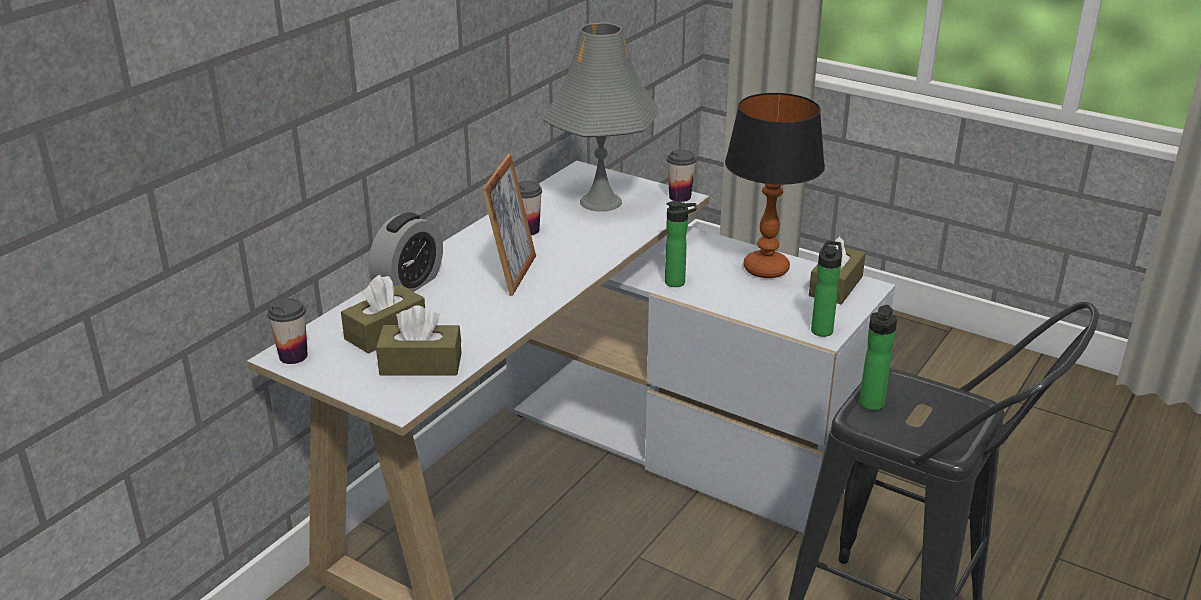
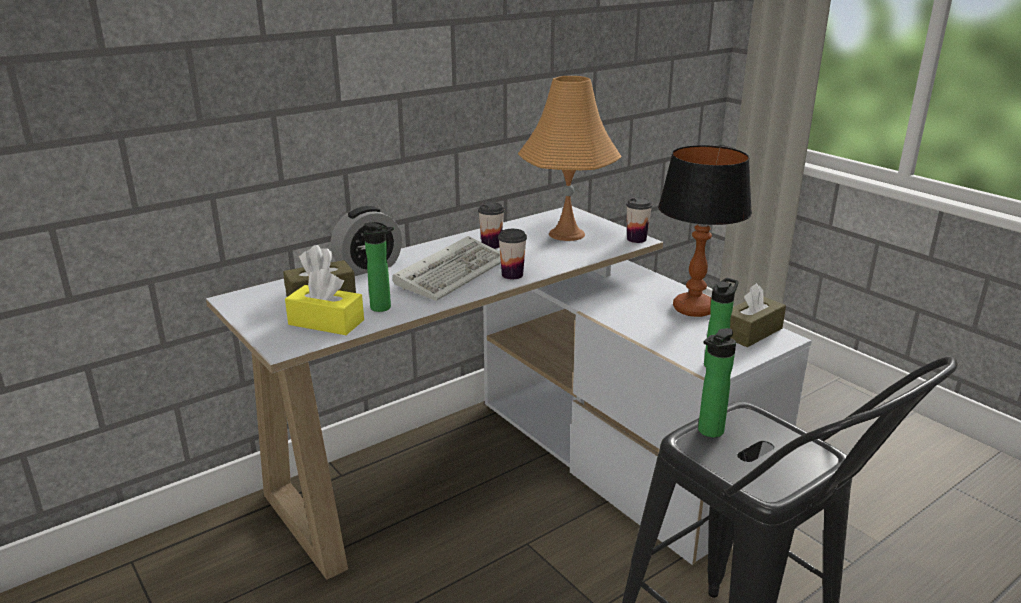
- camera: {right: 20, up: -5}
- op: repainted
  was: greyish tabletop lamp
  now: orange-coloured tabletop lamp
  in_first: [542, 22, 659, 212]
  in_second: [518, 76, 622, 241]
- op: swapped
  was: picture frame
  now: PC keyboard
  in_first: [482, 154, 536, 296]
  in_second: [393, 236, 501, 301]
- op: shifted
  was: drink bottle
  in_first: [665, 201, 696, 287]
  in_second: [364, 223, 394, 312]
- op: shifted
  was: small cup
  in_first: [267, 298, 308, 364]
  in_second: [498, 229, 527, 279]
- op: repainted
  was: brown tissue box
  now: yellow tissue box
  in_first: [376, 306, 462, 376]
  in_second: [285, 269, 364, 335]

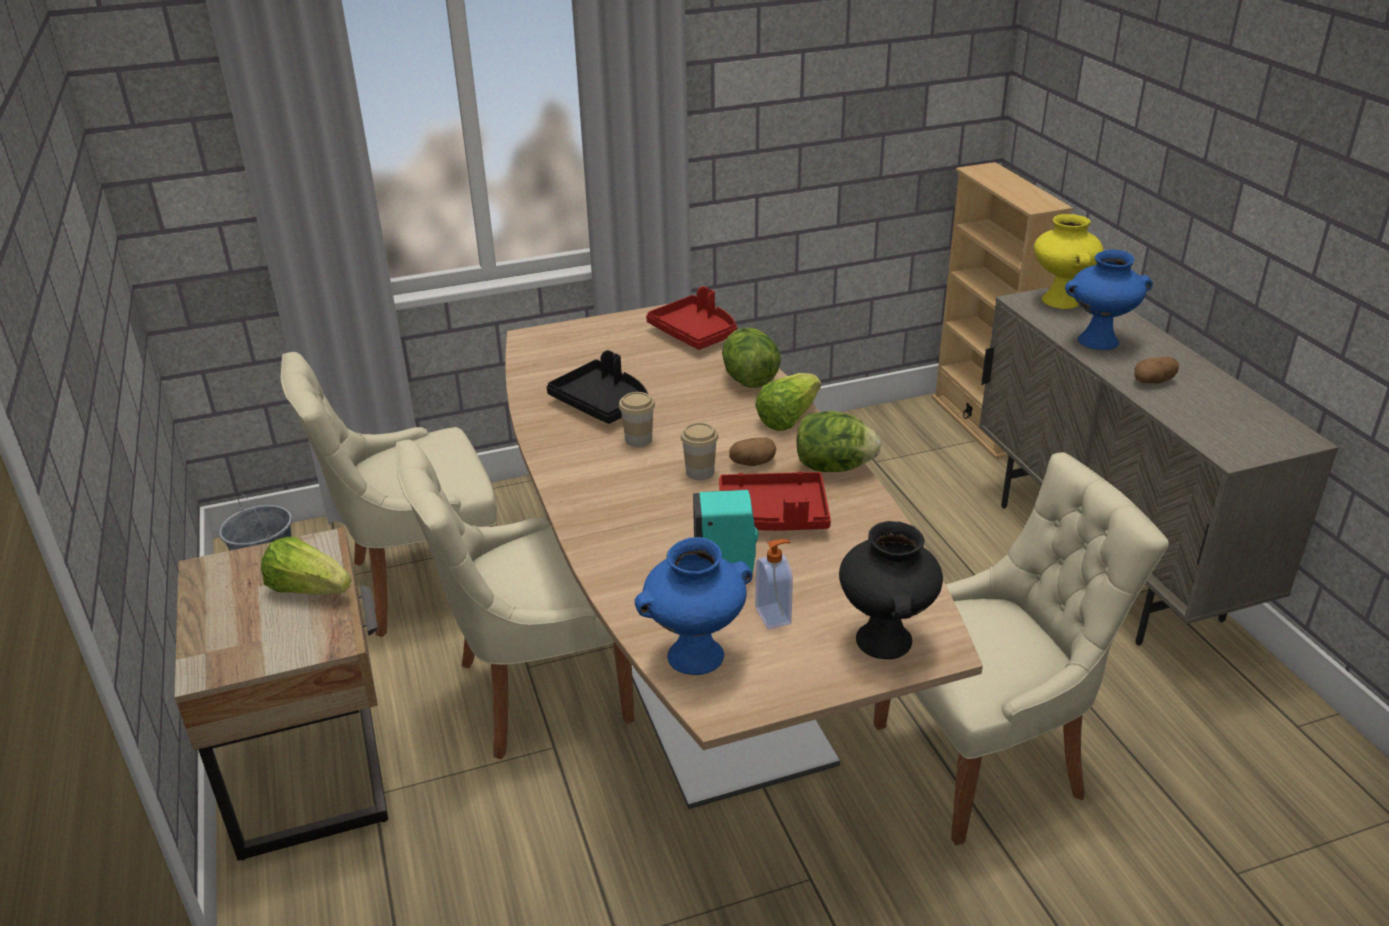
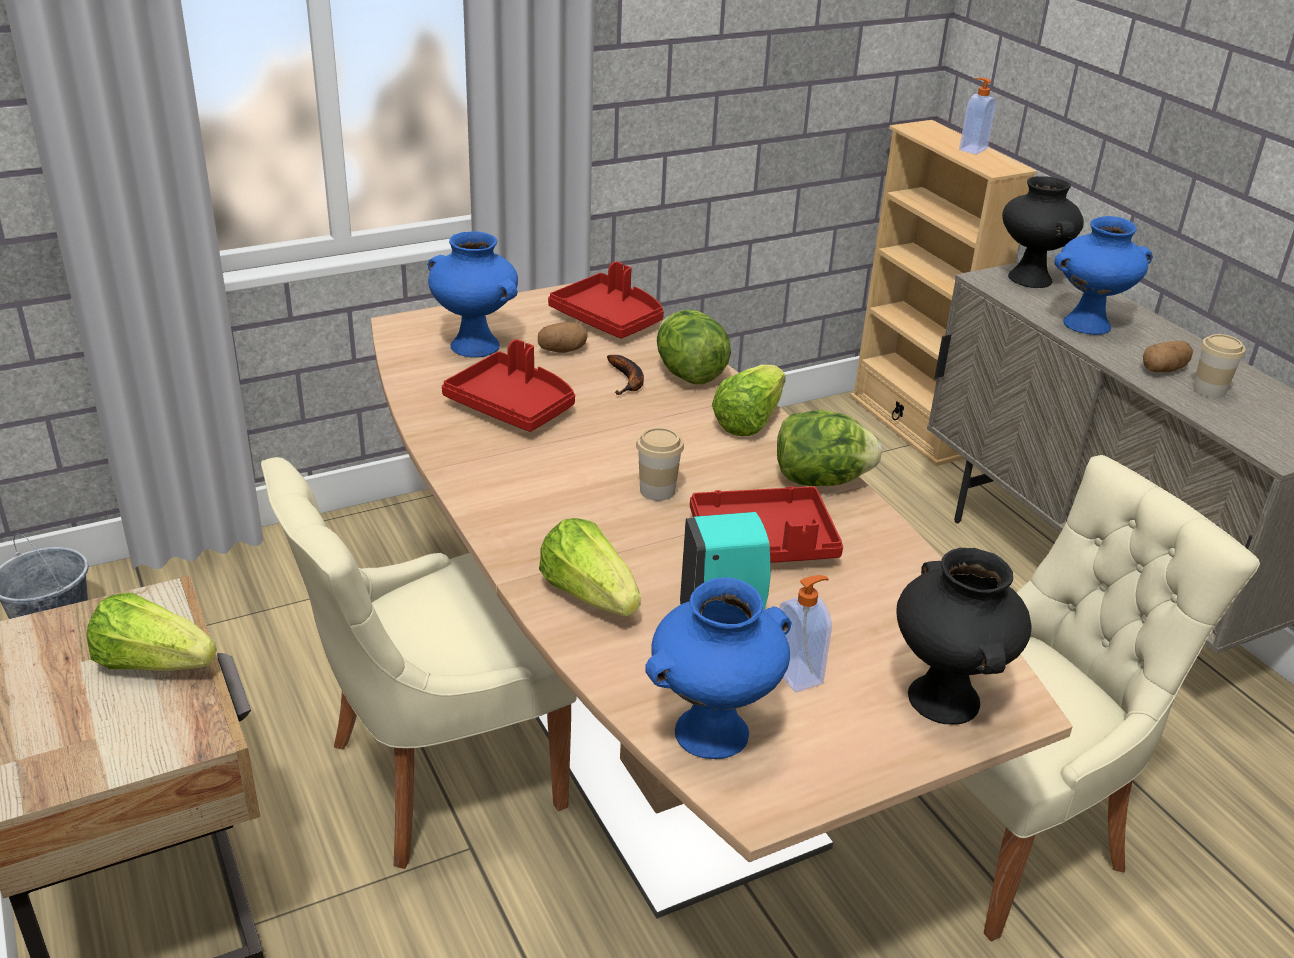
- camera: {right: -10, up: 0}
- op: repainted
  was: yellow vase
  now: black vase
  in_first: [1034, 214, 1103, 309]
  in_second: [1002, 176, 1084, 288]
- op: repainted
  was: black tray
  now: red-coloured tray
  in_first: [546, 350, 649, 424]
  in_second: [442, 339, 575, 432]
- op: gone
  was: sand-coloured plain chair
  in_first: [280, 352, 497, 637]
- op: shifted
  was: small cup
  in_first: [619, 392, 655, 447]
  in_second: [1193, 334, 1246, 398]
- op: shifted
  was: potato
  in_first: [729, 437, 776, 466]
  in_second: [538, 322, 588, 353]
- op: new
  now: liquid soap bottle
  in_second: [959, 77, 996, 155]
- op: new
  now: blue vase
  in_second: [428, 231, 518, 357]
- op: new
  now: banana
  in_second: [607, 355, 644, 395]
- op: new
  now: lettuce head
  in_second: [539, 518, 641, 616]

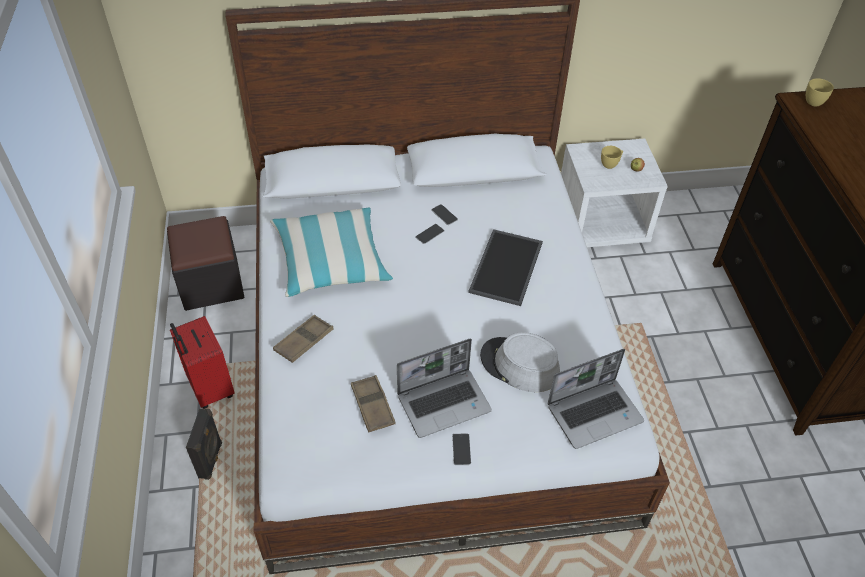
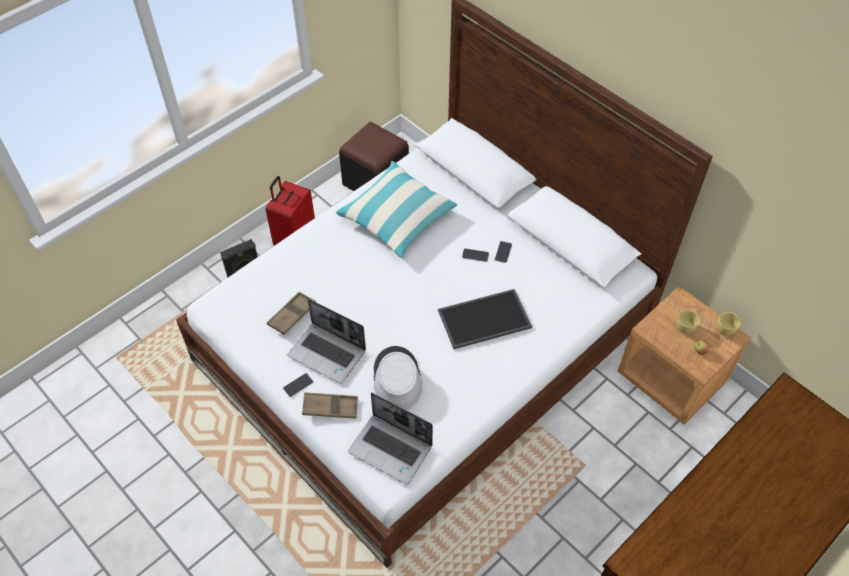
- camera: {right: 55, up: 5}
- op: shifted
  was: yellow small cup
  in_first: [806, 78, 834, 106]
  in_second: [717, 312, 743, 336]
- op: repainted
  was: white-coloured night table
  now: brown night table
  in_first: [561, 139, 668, 247]
  in_second: [618, 286, 751, 425]
- op: shifted
  was: brown tray
  in_first: [273, 315, 333, 363]
  in_second: [302, 392, 358, 419]

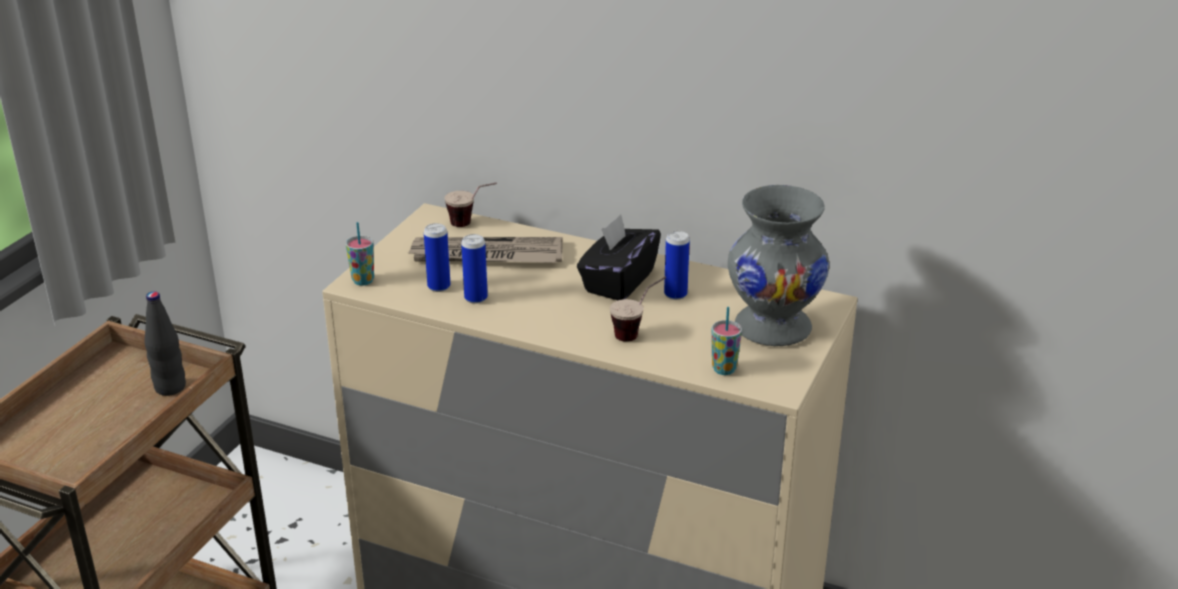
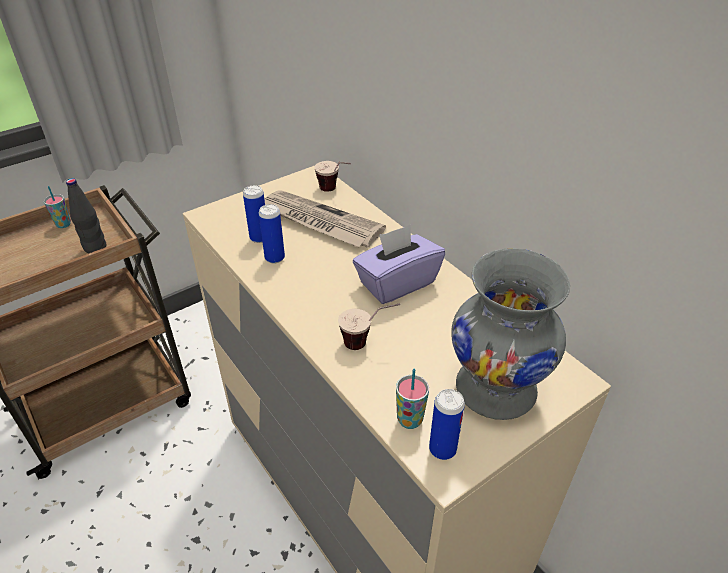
- camera: {right: 30, up: 10}
- op: repainted
  was: black tissue box
  now: purple tissue box
  in_first: [577, 214, 661, 300]
  in_second: [353, 225, 445, 304]
- op: shifted
  was: small cup
  in_first: [346, 222, 374, 286]
  in_second: [44, 186, 71, 228]
- op: shifted
  was: sealed can
  in_first: [664, 231, 690, 300]
  in_second: [429, 389, 465, 460]

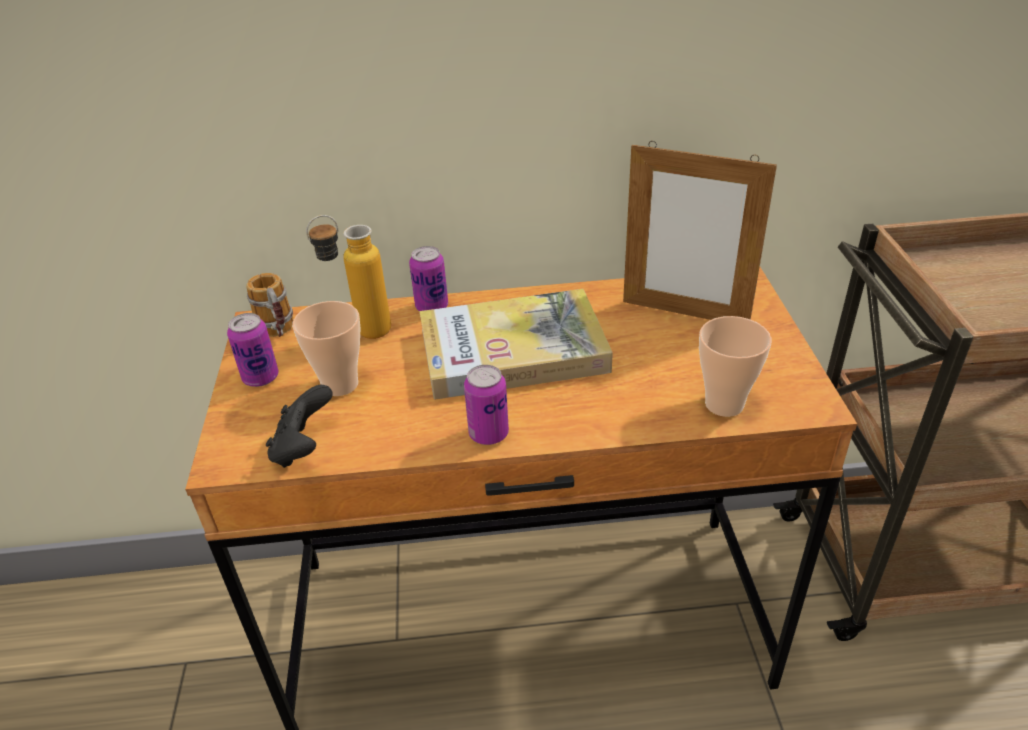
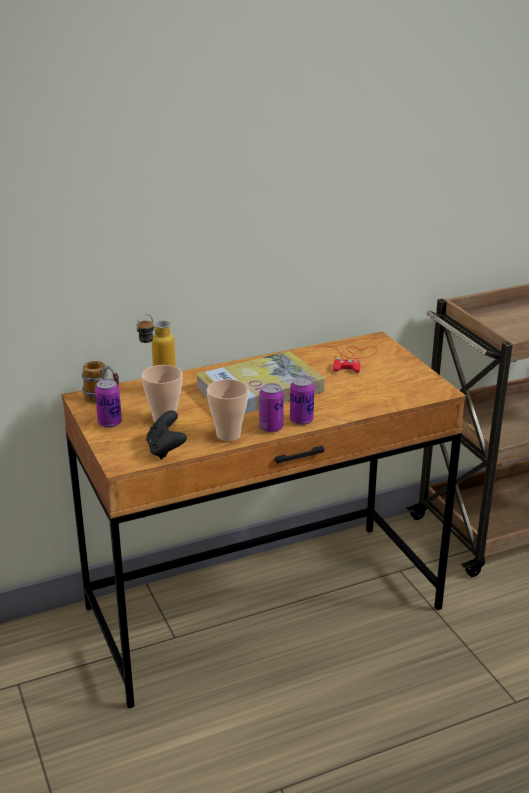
- camera: {right: -20, up: -10}
- op: swapped
  was: picture frame
  now: red-coloured game controller
  in_first: [623, 141, 777, 320]
  in_second: [316, 346, 377, 373]
- op: shifted
  was: sealed can
  in_first: [409, 246, 448, 312]
  in_second: [290, 376, 314, 425]
- op: shifted
  was: small cup
  in_first: [699, 316, 772, 417]
  in_second: [207, 379, 249, 441]

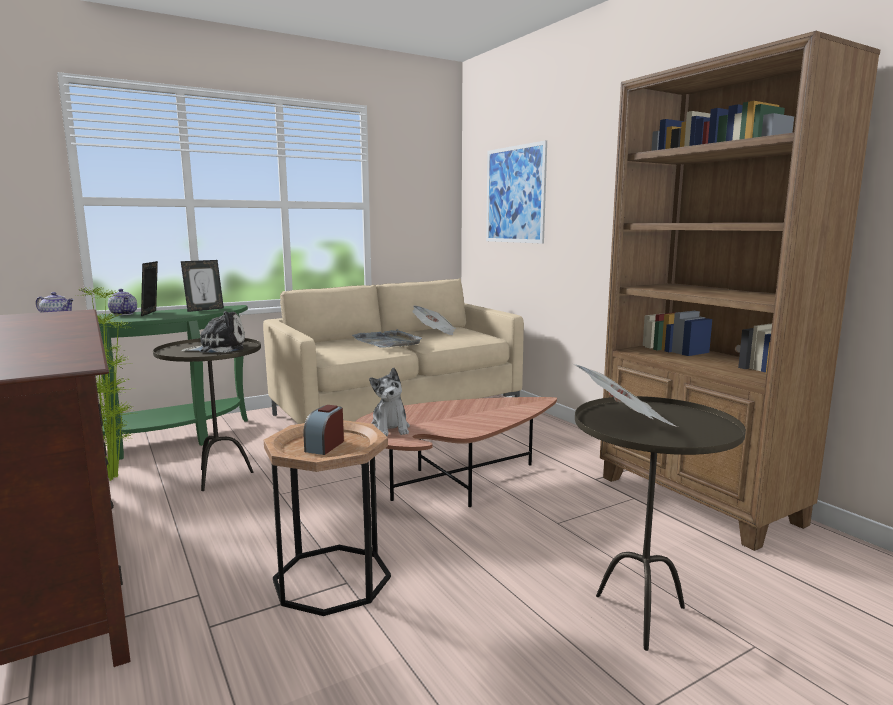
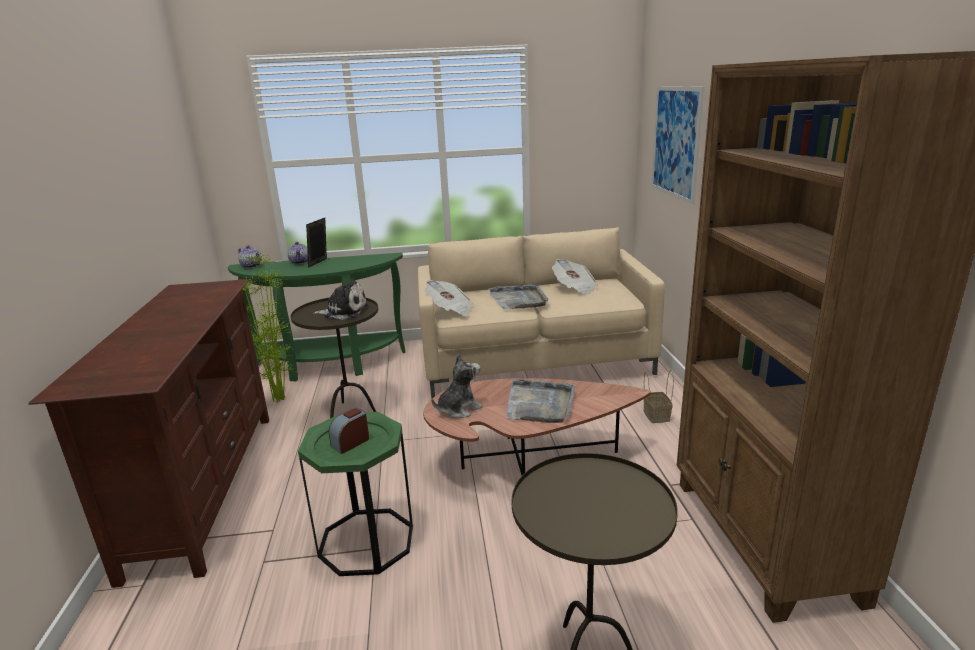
- camera: {right: 25, up: 10}
- op: gone
  was: picture frame
  in_first: [181, 260, 224, 312]
- op: shifted
  was: printed paper
  in_first: [574, 364, 678, 427]
  in_second: [425, 280, 474, 316]
- op: rotated
  was: cuddly toy
  in_first: [369, 368, 410, 436]
  in_second: [431, 354, 483, 419]
  clockwise: -135
- op: repainted
  was: brown side table
  now: greenish side table
  in_first: [264, 420, 391, 616]
  in_second: [298, 412, 413, 576]
- op: new
  now: storage basket
  in_second: [644, 370, 674, 423]
- op: new
  now: greyish tray
  in_second: [507, 379, 575, 423]

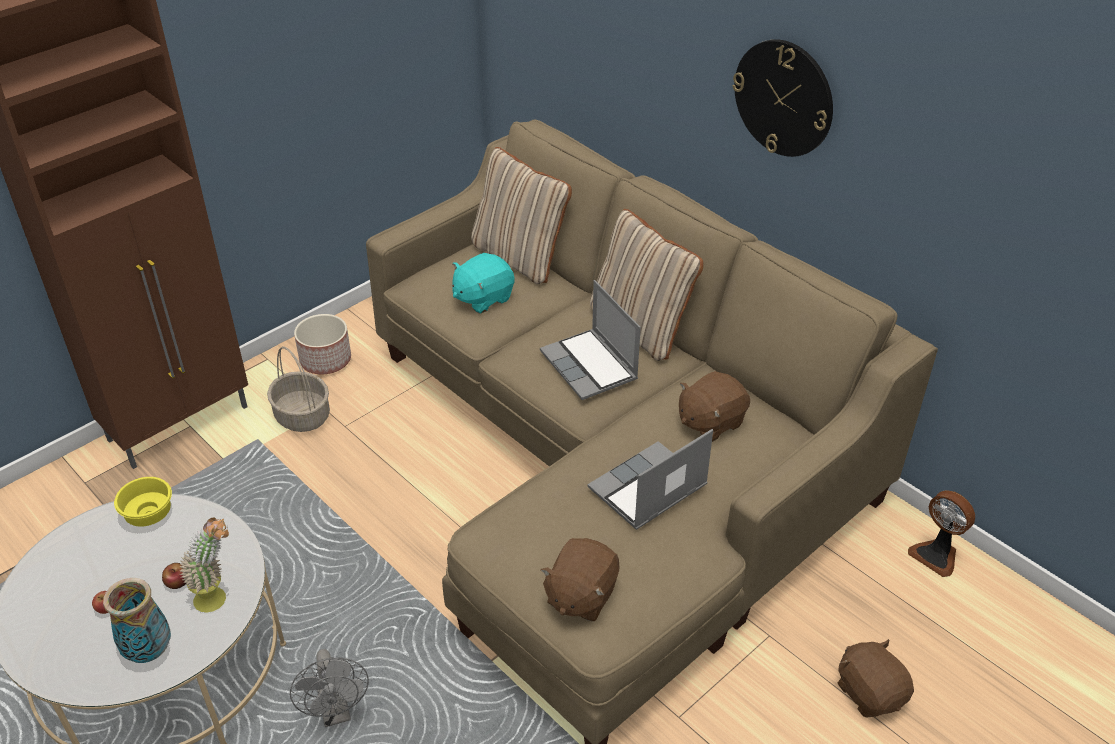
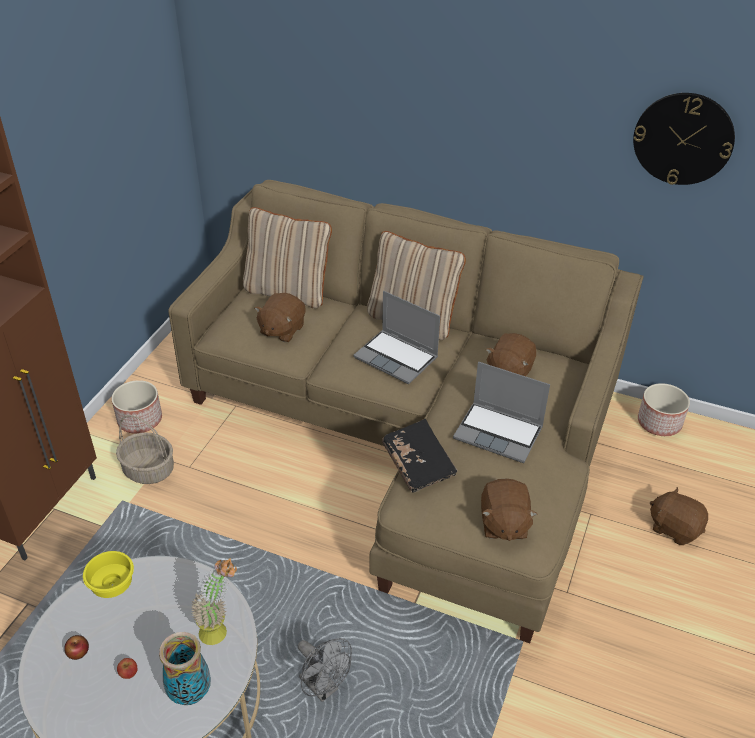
- camera: {right: -25, up: 0}
- op: shifted
  was: clock on the wall
  in_first: [733, 39, 833, 157]
  in_second: [633, 93, 735, 185]
- op: repainted
  was: blue-green cuddly toy
  now: brown cuddly toy
  in_first: [452, 253, 515, 314]
  in_second: [254, 293, 305, 342]
- op: rotated
  was: laptop
  in_first: [588, 429, 713, 530]
  in_second: [453, 362, 550, 463]
  clockwise: -90
- op: swapped
  was: fan
  now: planter
  in_first: [908, 490, 975, 577]
  in_second: [638, 383, 690, 436]
- op: shifted
  was: apple fruit
  in_first: [162, 563, 186, 589]
  in_second: [64, 635, 89, 660]
- op: new
  now: black volume
  in_second: [382, 419, 458, 493]

